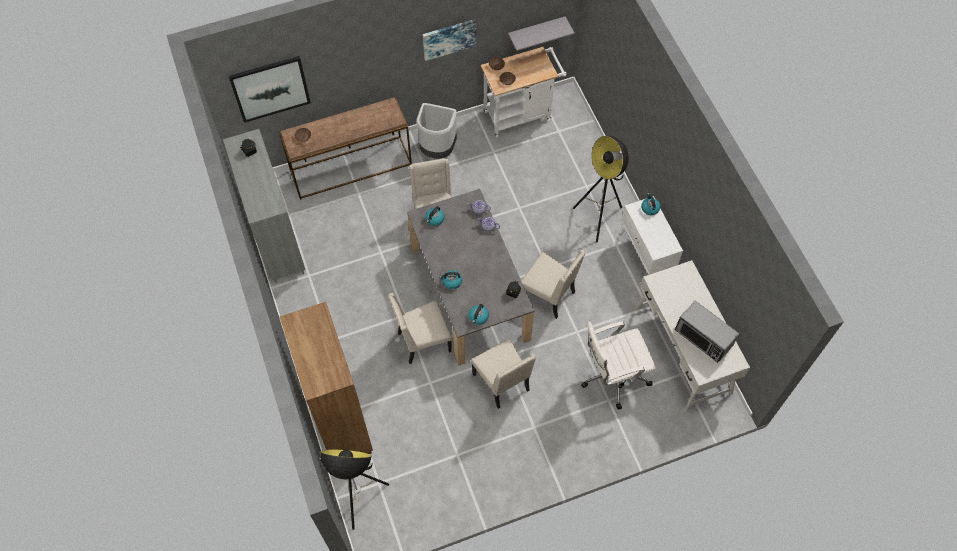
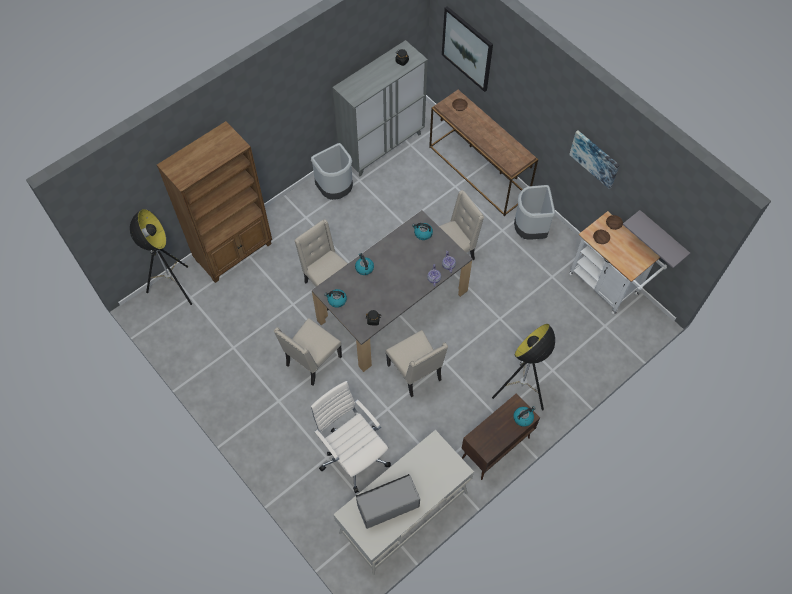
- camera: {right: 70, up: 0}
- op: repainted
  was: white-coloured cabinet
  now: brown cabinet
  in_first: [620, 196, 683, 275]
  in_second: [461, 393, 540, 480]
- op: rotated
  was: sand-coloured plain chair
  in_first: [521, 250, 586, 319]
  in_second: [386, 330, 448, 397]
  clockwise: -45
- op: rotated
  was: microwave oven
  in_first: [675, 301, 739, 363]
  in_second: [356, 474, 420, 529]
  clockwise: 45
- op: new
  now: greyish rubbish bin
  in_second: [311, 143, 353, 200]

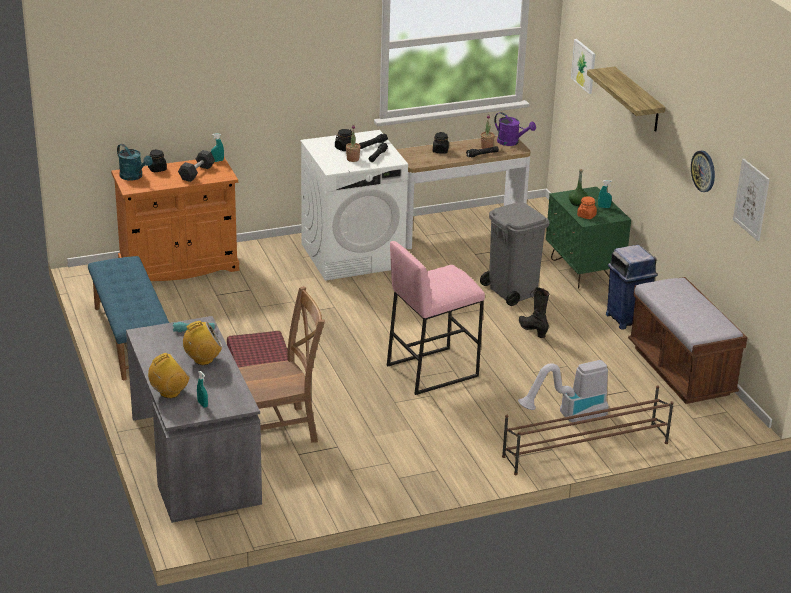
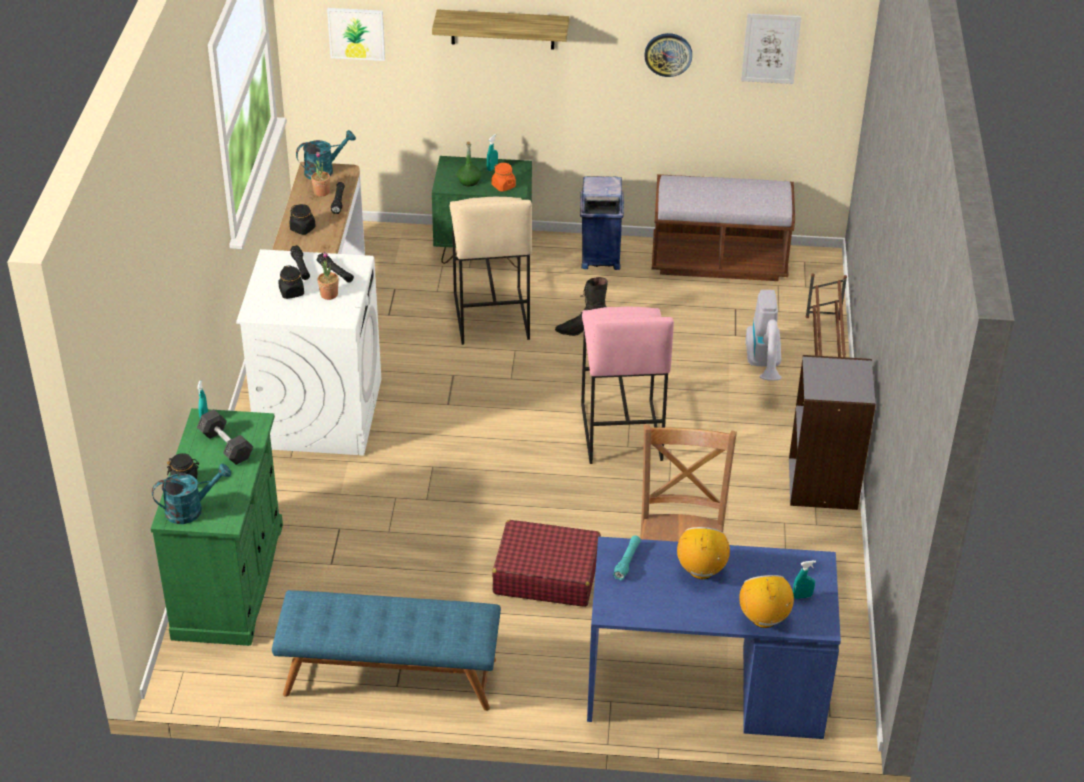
- camera: {right: -65, up: 10}
- op: repainted
  was: purple watering pot
  now: blue-green watering pot
  in_first: [494, 112, 536, 146]
  in_second: [296, 130, 356, 179]
- op: repainted
  was: orange-coloured cabinet
  now: greenish cabinet
  in_first: [111, 157, 239, 281]
  in_second: [151, 408, 283, 646]
- op: swapped
  was: greyish rubbish bin
  now: sand-coloured sitting stool
  in_first: [480, 202, 549, 306]
  in_second: [450, 197, 532, 345]
- op: repainted
  was: greyish desk unit
  now: blue desk unit
  in_first: [126, 316, 262, 523]
  in_second: [587, 536, 841, 739]
- op: new
  now: greyish shelving unit
  in_second: [789, 355, 876, 510]

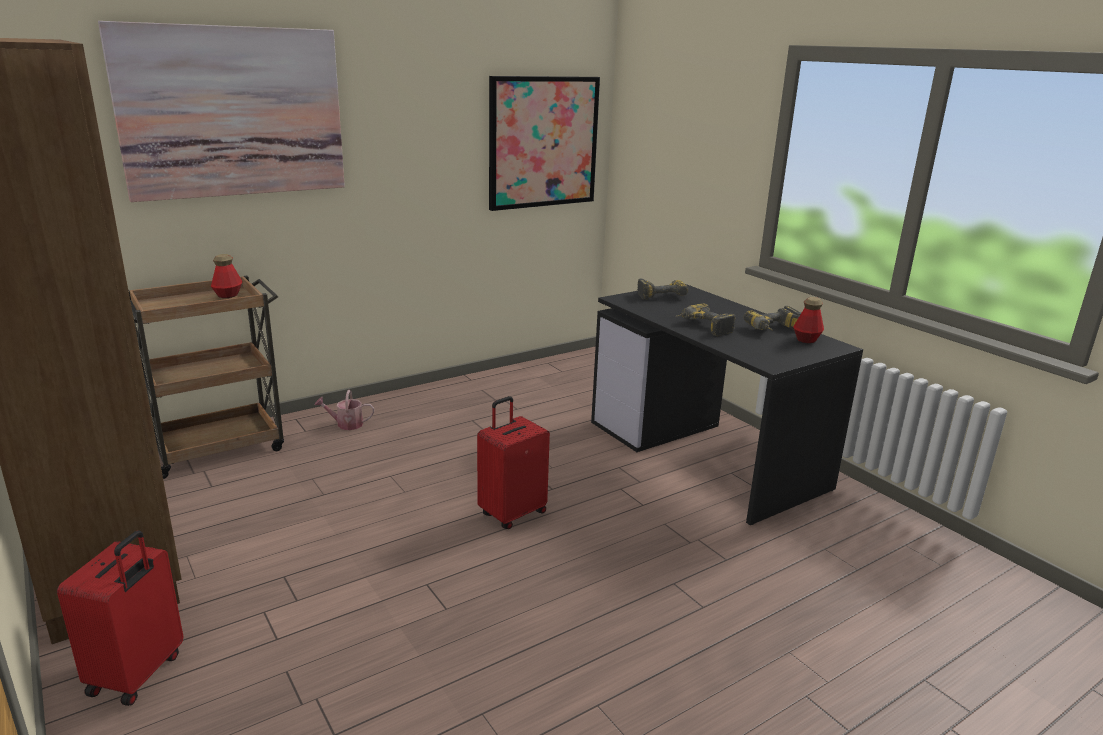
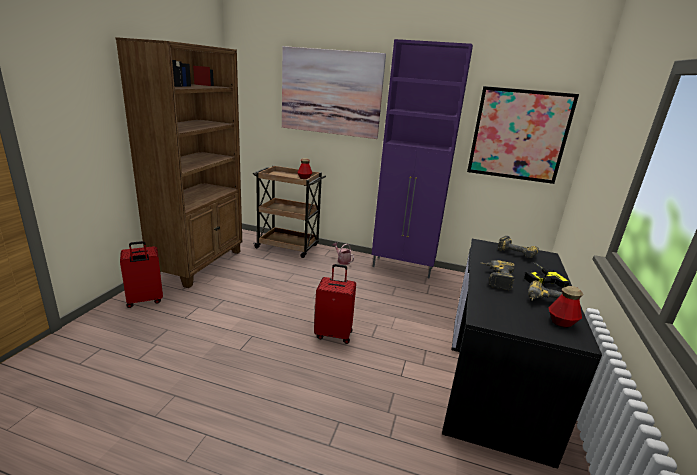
- camera: {right: 50, up: 0}
- op: new
  now: purple cabinet
  in_second: [371, 39, 473, 279]
- op: new
  now: power drill
  in_second: [524, 262, 569, 287]

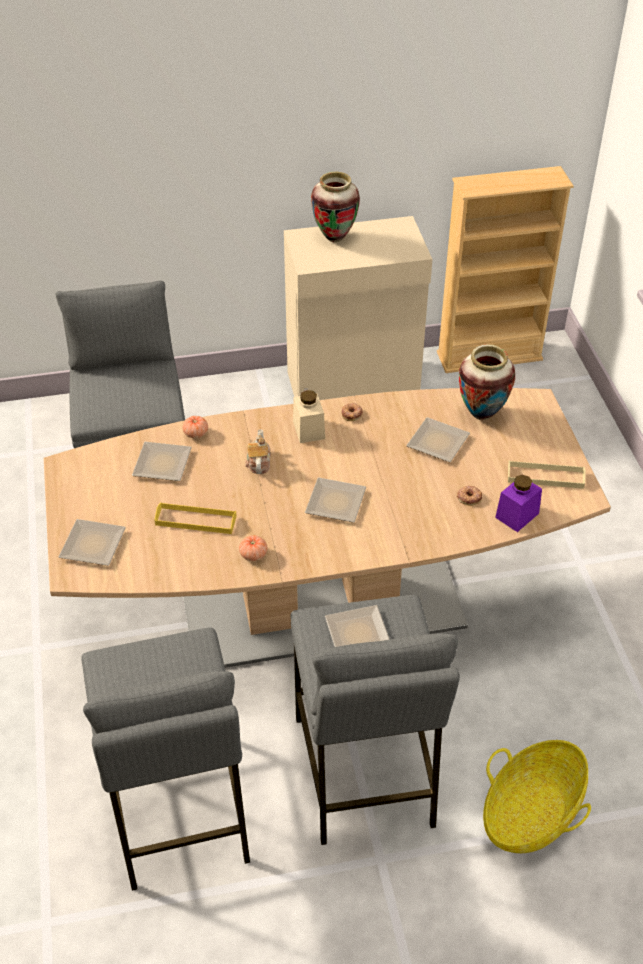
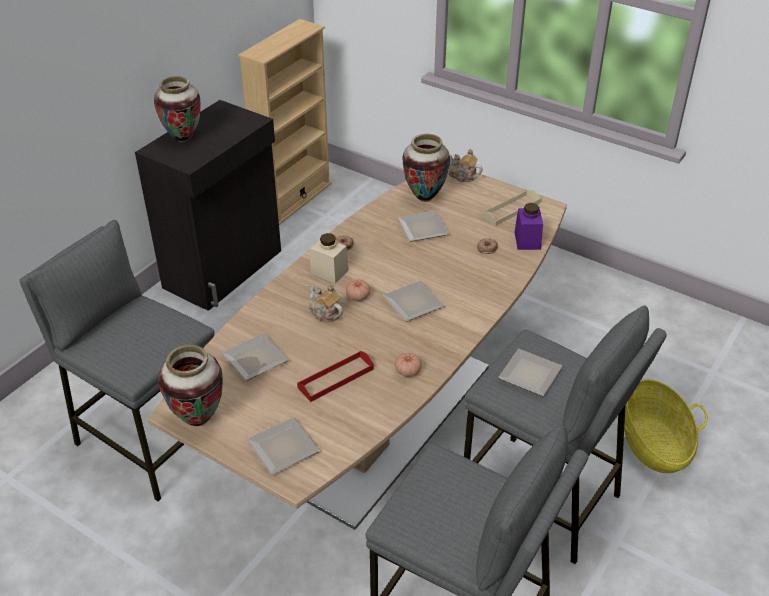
- camera: {right: -45, up: -5}
- op: repainted
  was: sand-coloured cabinet
  now: black cabinet
  in_first: [284, 216, 432, 400]
  in_second: [135, 100, 281, 311]
- op: shifted
  was: tomato
  in_first: [183, 416, 208, 439]
  in_second: [346, 280, 370, 301]
- op: repainted
  was: yellow tray
  now: red-coloured tray
  in_first: [154, 502, 237, 534]
  in_second: [297, 351, 374, 402]
- op: new
  now: teapot
  in_second: [448, 149, 483, 182]
- op: new
  now: vase
  in_second: [158, 345, 223, 426]

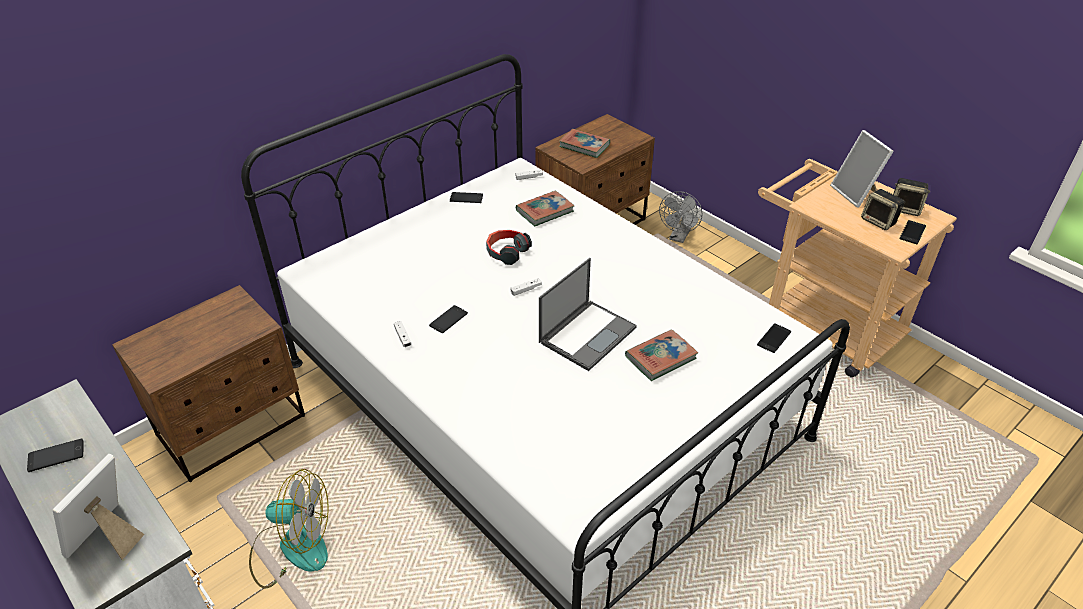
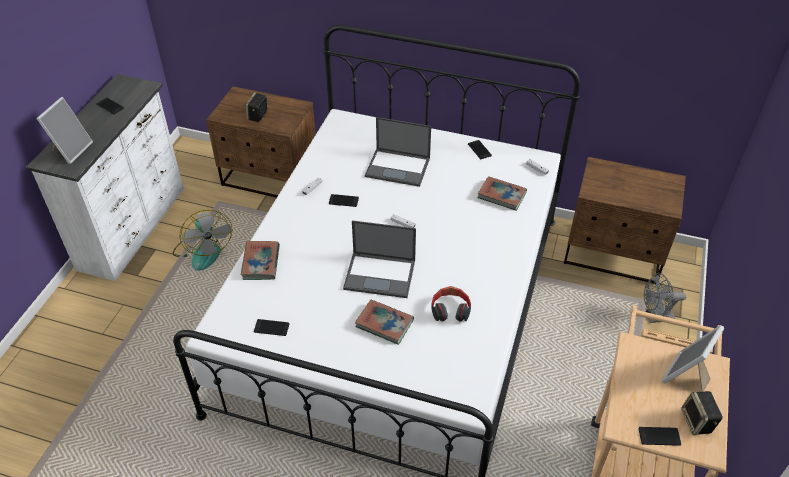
- camera: {right: 60, up: 5}
- op: shifted
  was: volume
  in_first: [559, 129, 610, 158]
  in_second: [241, 241, 280, 280]
- op: shifted
  was: audio speaker
  in_first: [861, 189, 905, 230]
  in_second: [246, 92, 267, 122]
- op: shifted
  was: pair of headphones
  in_first: [486, 230, 532, 265]
  in_second: [431, 286, 471, 322]
- op: shifted
  was: telephone
  in_first: [757, 323, 791, 353]
  in_second: [254, 319, 289, 336]
- op: rotated
  was: picture frame
  in_first: [53, 454, 145, 560]
  in_second: [36, 97, 93, 164]
  clockwise: 120
- op: new
  now: laptop
  in_second: [365, 117, 431, 187]

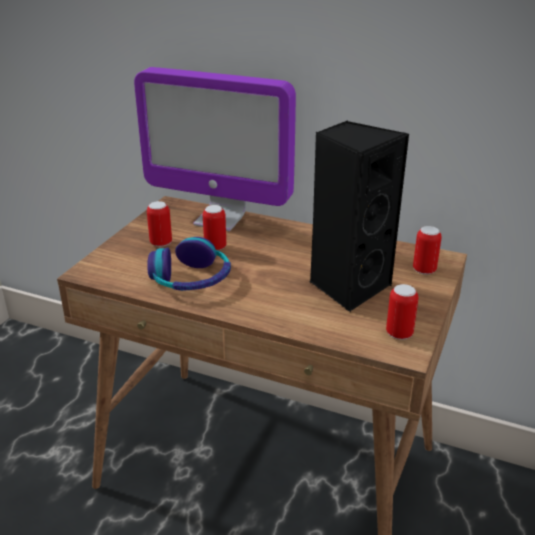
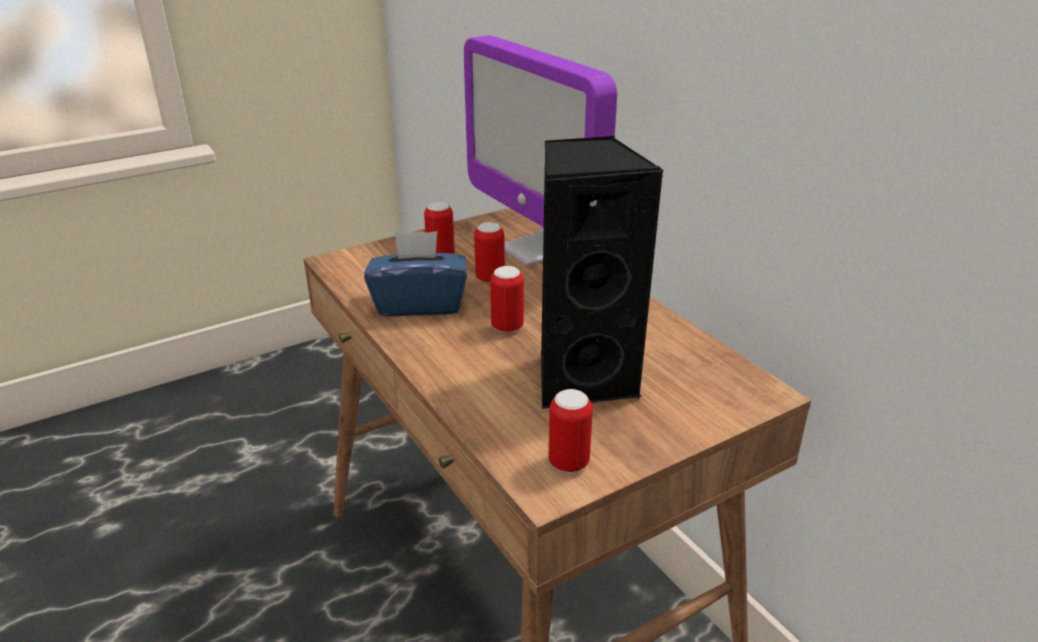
- camera: {right: 35, up: 0}
- op: shifted
  was: sealed can
  in_first: [413, 226, 442, 275]
  in_second: [490, 266, 524, 333]
- op: swapped
  was: pair of headphones
  now: blue tissue box
  in_first: [147, 237, 231, 291]
  in_second: [364, 231, 467, 316]

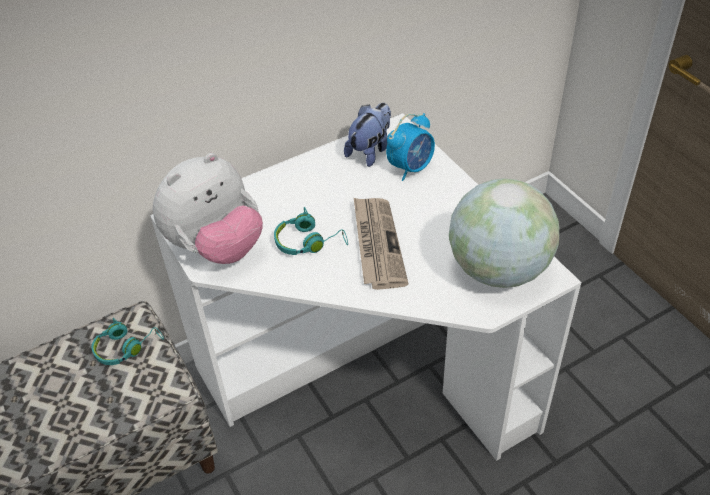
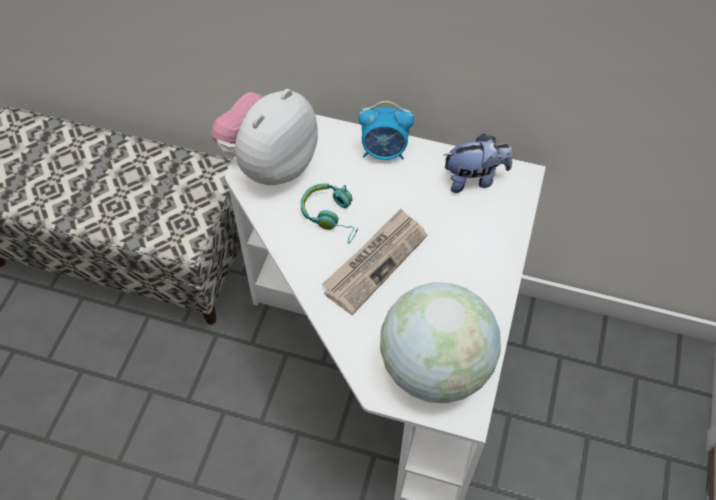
- camera: {right: 45, up: 10}
- op: shifted
  was: table clock
  in_first: [386, 113, 435, 181]
  in_second: [358, 101, 414, 160]
- op: rotated
  was: cuddly toy
  in_first: [153, 153, 263, 264]
  in_second: [211, 89, 318, 185]
  clockwise: 120
- op: gone
  was: blue-green pair of headphones
  in_first: [91, 318, 164, 365]

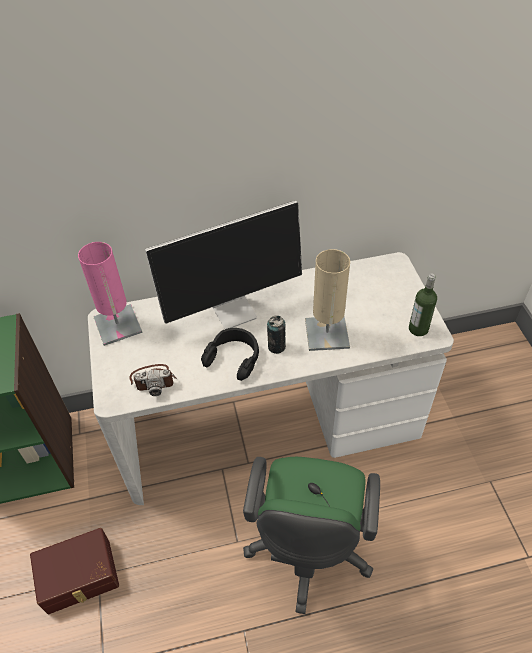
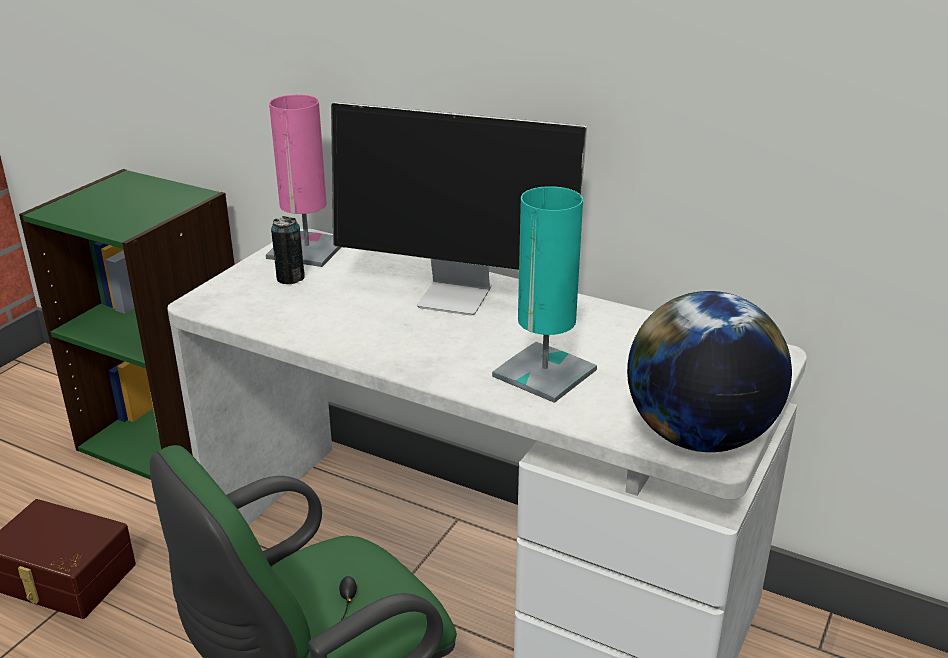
- camera: {right: 40, up: -20}
- op: repainted
  was: sand-coloured tabletop lamp
  now: blue-green tabletop lamp
  in_first: [305, 249, 350, 351]
  in_second: [492, 186, 597, 403]
- op: swapped
  was: drink bottle
  now: world globe
  in_first: [409, 274, 437, 336]
  in_second: [627, 291, 792, 452]
- op: shifted
  was: sealed can
  in_first: [267, 316, 286, 354]
  in_second: [271, 216, 304, 284]
- op: gone
  was: black pair of headphones
  in_first: [201, 328, 259, 381]
- op: gone
  was: photo camera
  in_first: [129, 364, 177, 396]

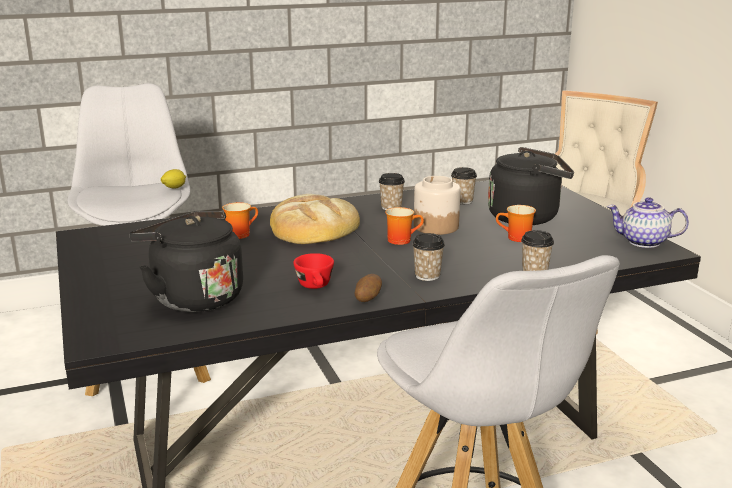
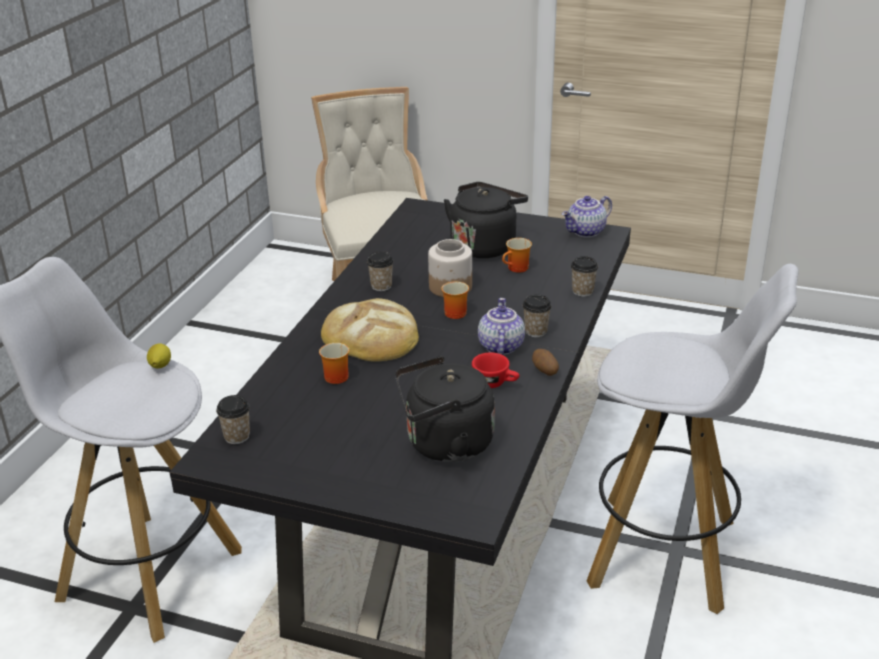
- camera: {right: -50, up: 10}
- op: shifted
  was: small cup
  in_first: [451, 167, 477, 205]
  in_second: [216, 395, 250, 444]
- op: new
  now: teapot
  in_second: [478, 298, 525, 355]

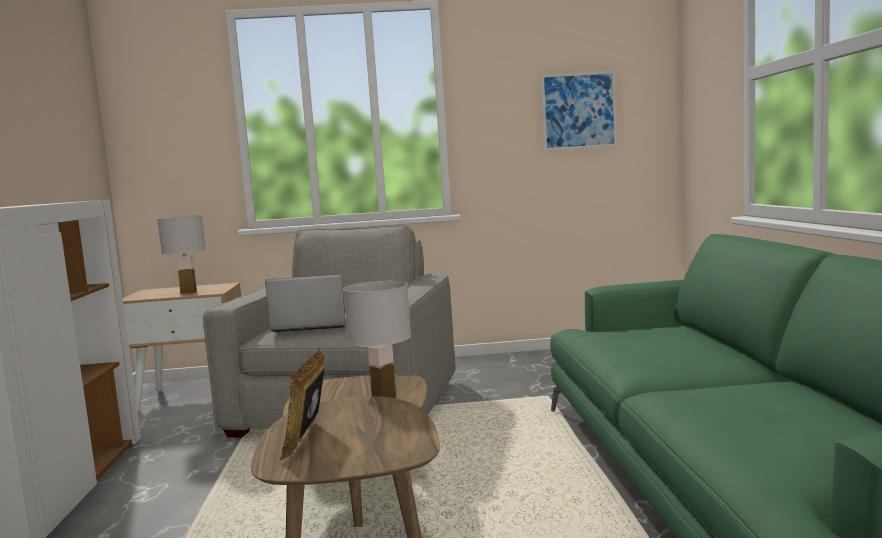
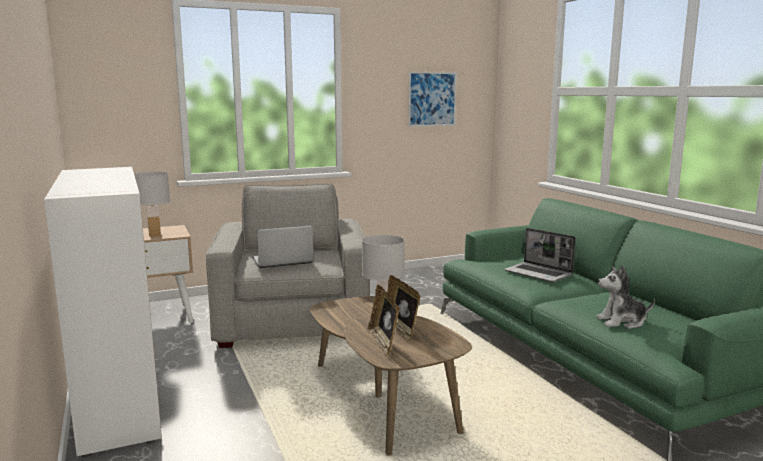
- camera: {right: -20, up: 5}
- op: new
  now: laptop
  in_second: [504, 228, 576, 282]
- op: new
  now: cuddly toy
  in_second: [596, 265, 655, 329]
- op: new
  now: picture frame
  in_second: [387, 275, 421, 342]

